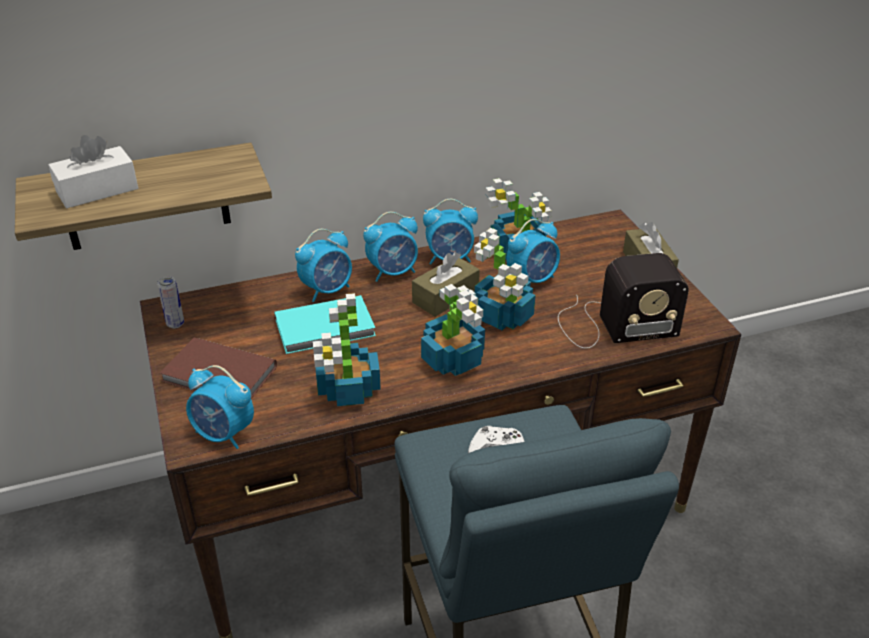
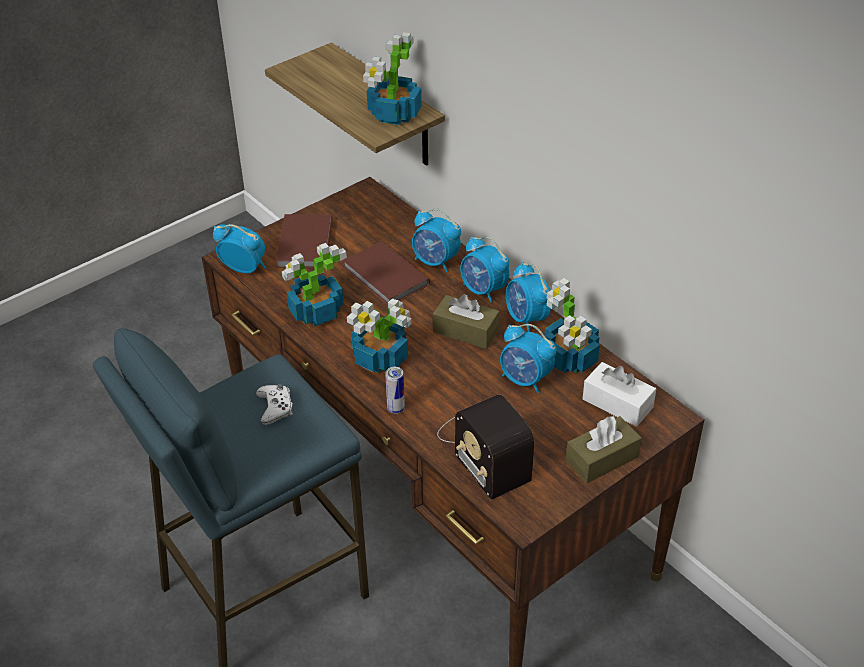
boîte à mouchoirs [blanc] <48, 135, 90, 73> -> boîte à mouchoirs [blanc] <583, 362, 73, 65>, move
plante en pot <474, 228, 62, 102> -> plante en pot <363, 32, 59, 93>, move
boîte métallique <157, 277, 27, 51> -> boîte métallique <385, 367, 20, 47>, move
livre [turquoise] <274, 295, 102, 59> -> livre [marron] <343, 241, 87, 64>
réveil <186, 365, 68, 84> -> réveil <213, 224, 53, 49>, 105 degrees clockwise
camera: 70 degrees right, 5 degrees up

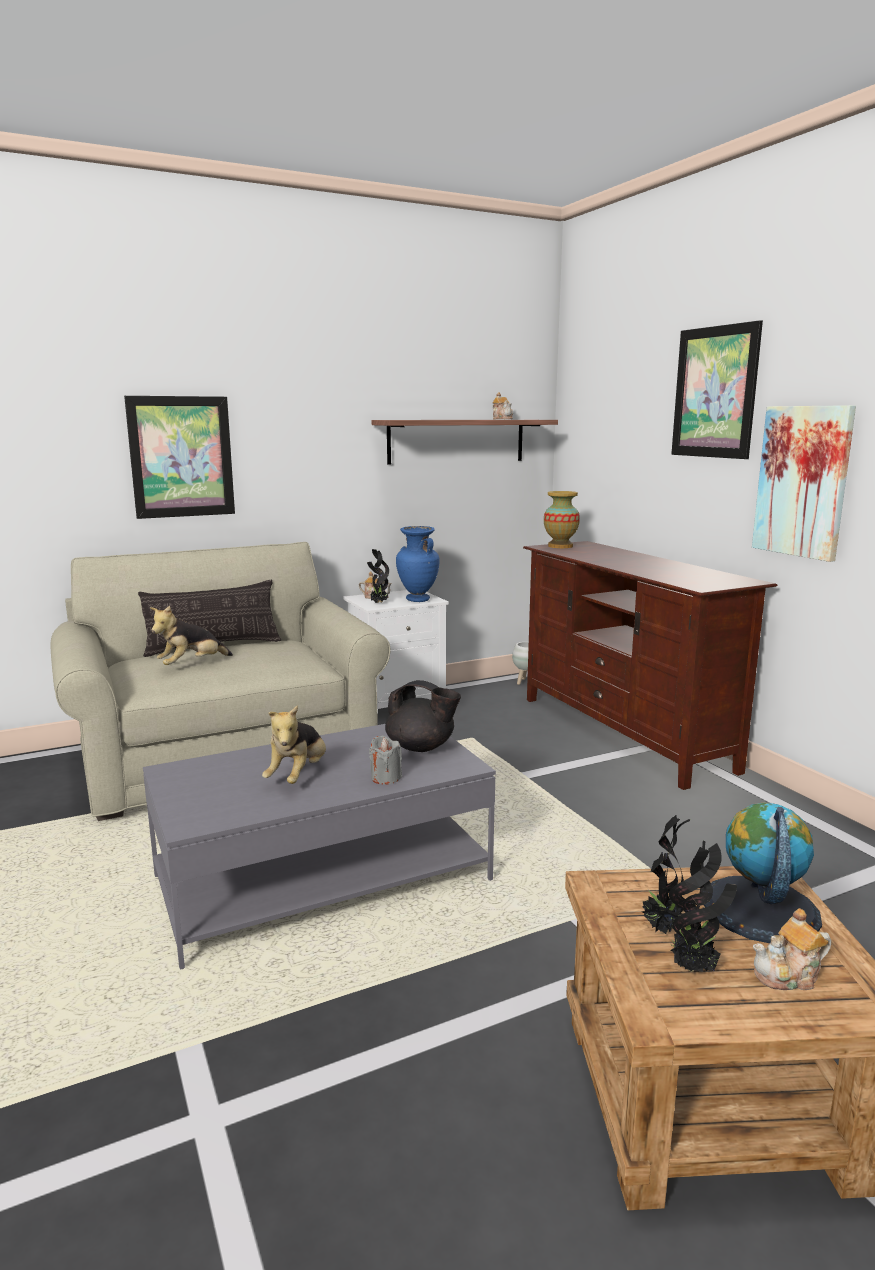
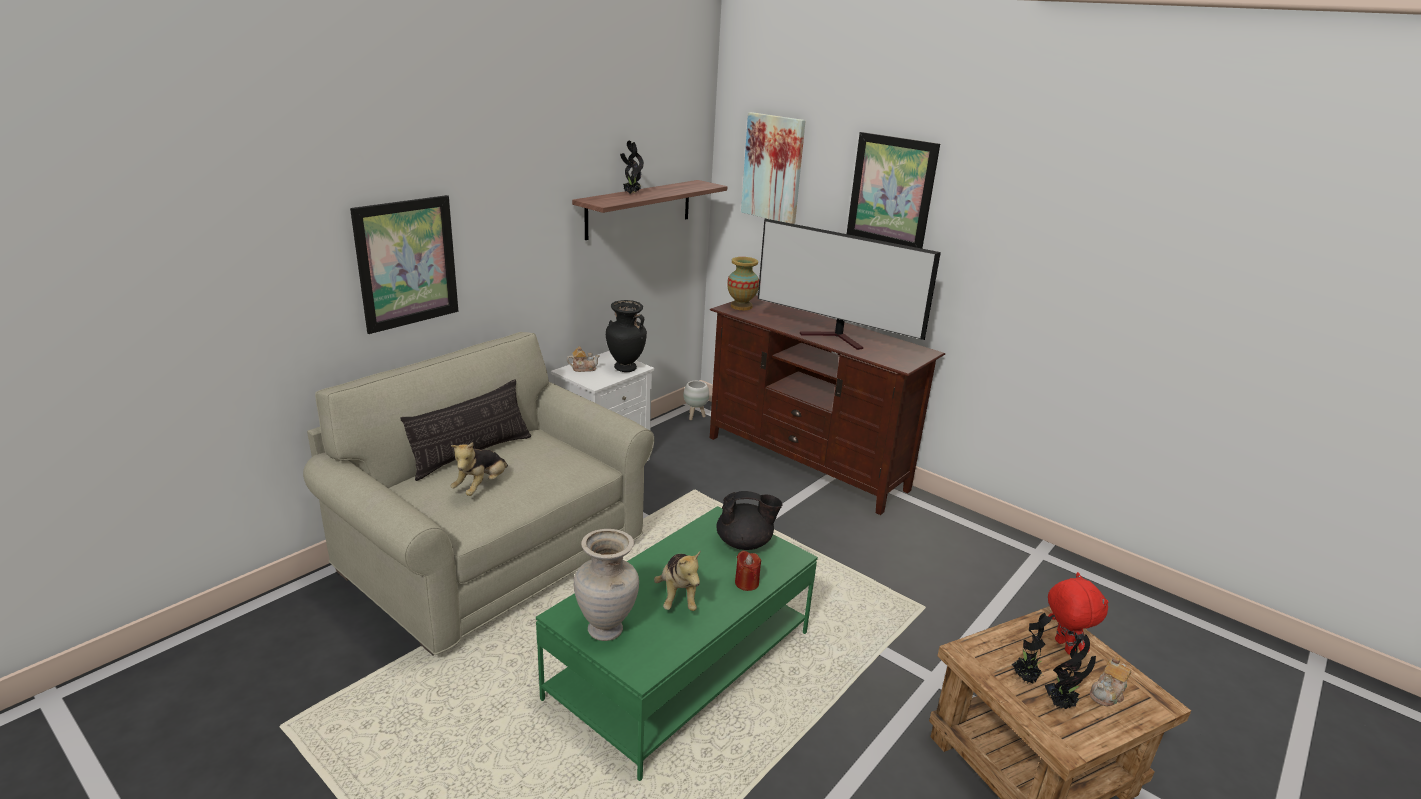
théière <492, 392, 21, 27> -> none
tableau <752, 405, 104, 157> -> tableau <741, 112, 65, 112>, move
vase [bleu] <396, 526, 44, 76> -> vase [noir] <606, 300, 41, 72>
plante en pot <367, 549, 22, 54> -> plante en pot <620, 140, 24, 54>, move
table basse [gris] <143, 724, 353, 245> -> table basse [vert] <536, 506, 282, 275>
bougie [gris] <369, 736, 33, 48> -> bougie [rouge] <735, 551, 26, 40>
globe <704, 802, 118, 141> -> peluche [rouge] <1048, 572, 60, 83>
none -> téléviseur <758, 218, 183, 132>
none -> vase [beige] <574, 529, 65, 112>
camera: 25 degrees left, 10 degrees up

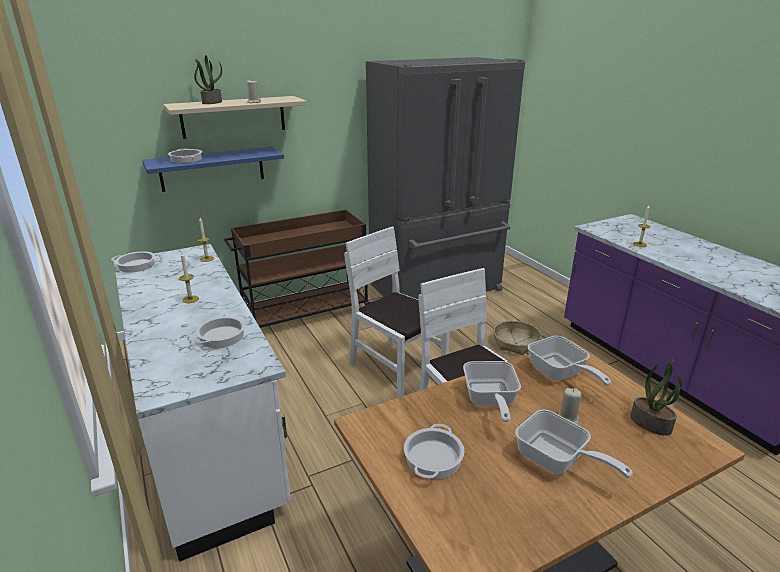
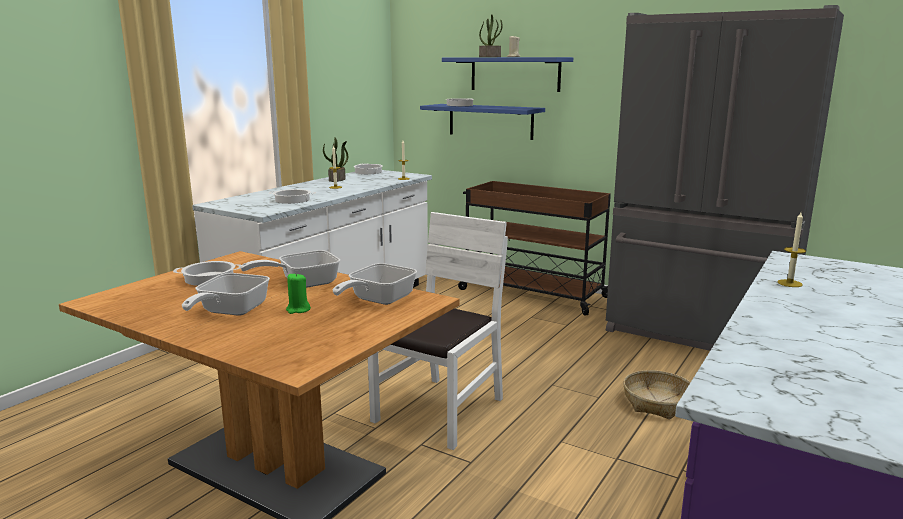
étagère [beige] <163, 96, 144, 43> -> étagère [bleu] <442, 57, 131, 35>
chaise [blanc] <344, 226, 106, 172> -> none
plante en pot <630, 359, 53, 77> -> plante en pot <323, 137, 25, 45>, move
bougie [beige] <558, 388, 24, 37> -> bougie [vert] <286, 273, 25, 41>
camera: 60 degrees right, 10 degrees down

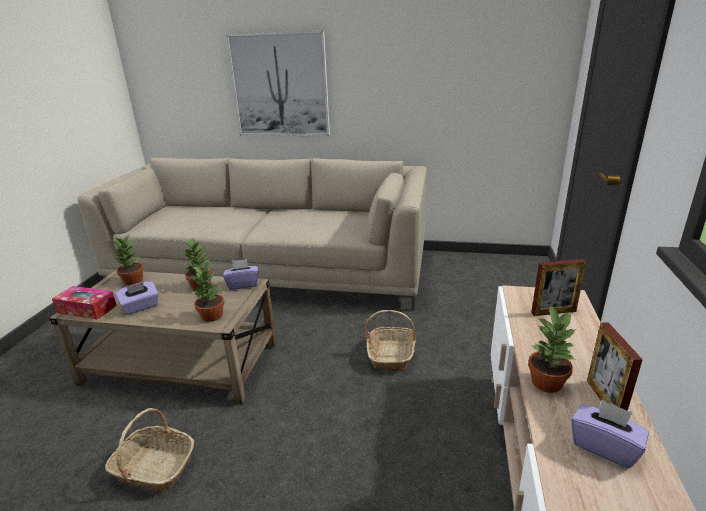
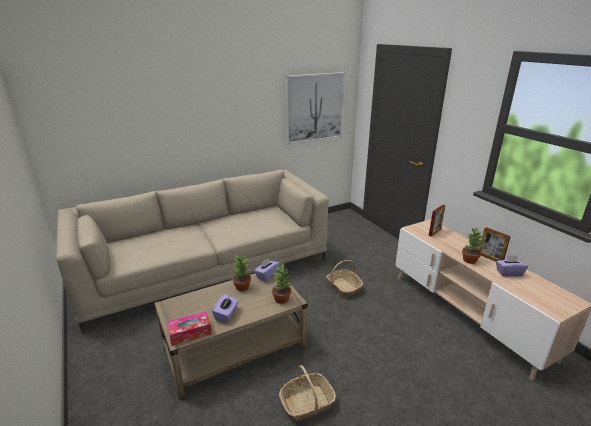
tableau <226, 30, 104, 106> -> tableau <286, 72, 59, 73>, move
plante en pot <112, 235, 32, 51> -> none
camera: 40 degrees left, 0 degrees up

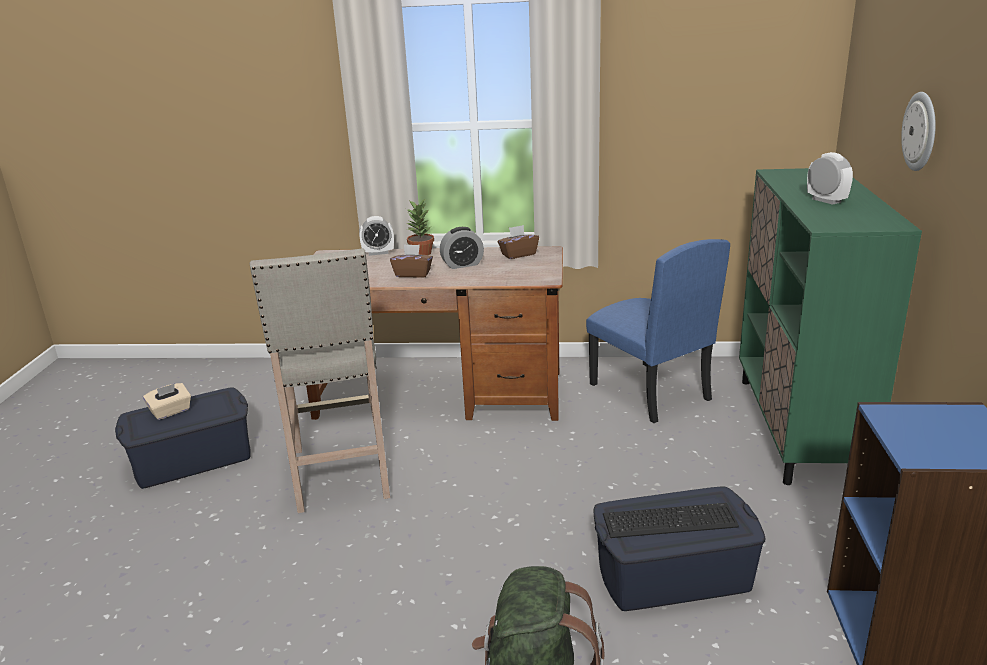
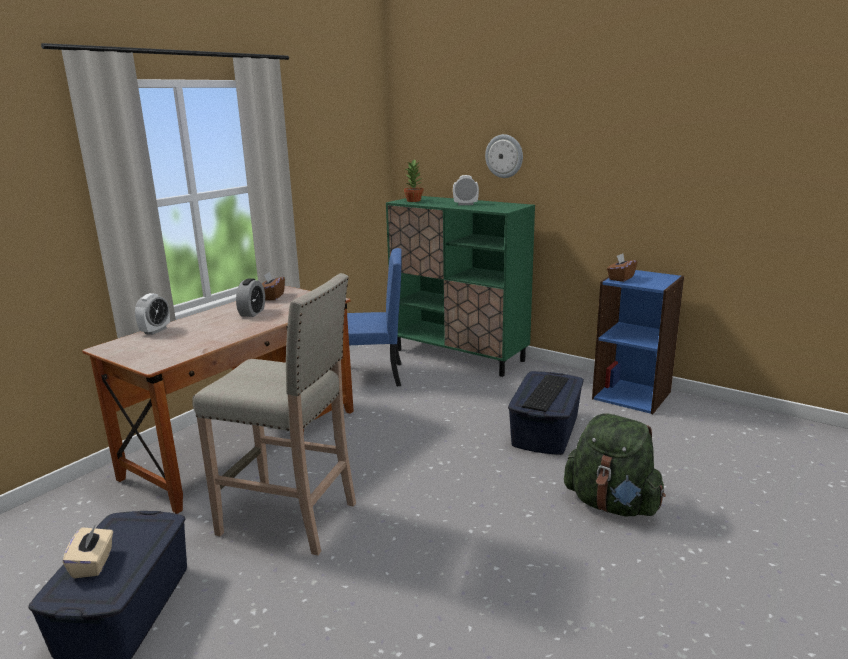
plante en pot <406, 199, 28, 56> -> plante en pot <404, 160, 19, 42>, move
boîte à mouchoirs [marron] <390, 244, 43, 34> -> boîte à mouchoirs [marron] <607, 254, 30, 28>, move
camera: 60 degrees left, 5 degrees down

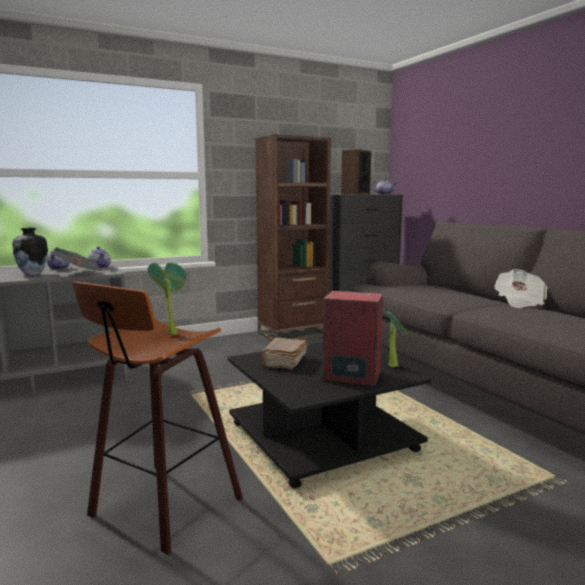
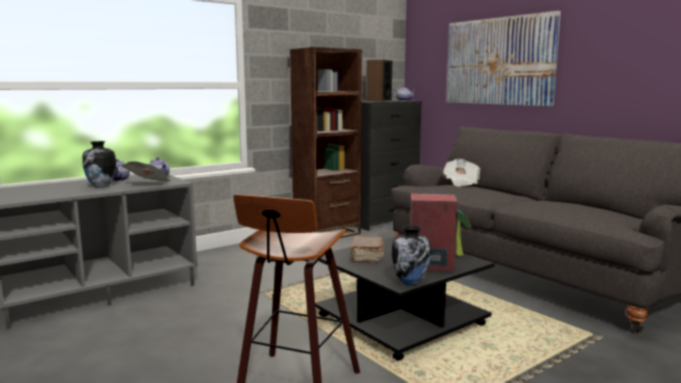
plante en pot <147, 262, 39, 73> -> none
journal <494, 269, 53, 39> -> journal <443, 159, 37, 28>, move
none -> tableau <446, 11, 115, 95>
none -> vase <392, 225, 39, 61>
camera: 10 degrees left, 0 degrees up

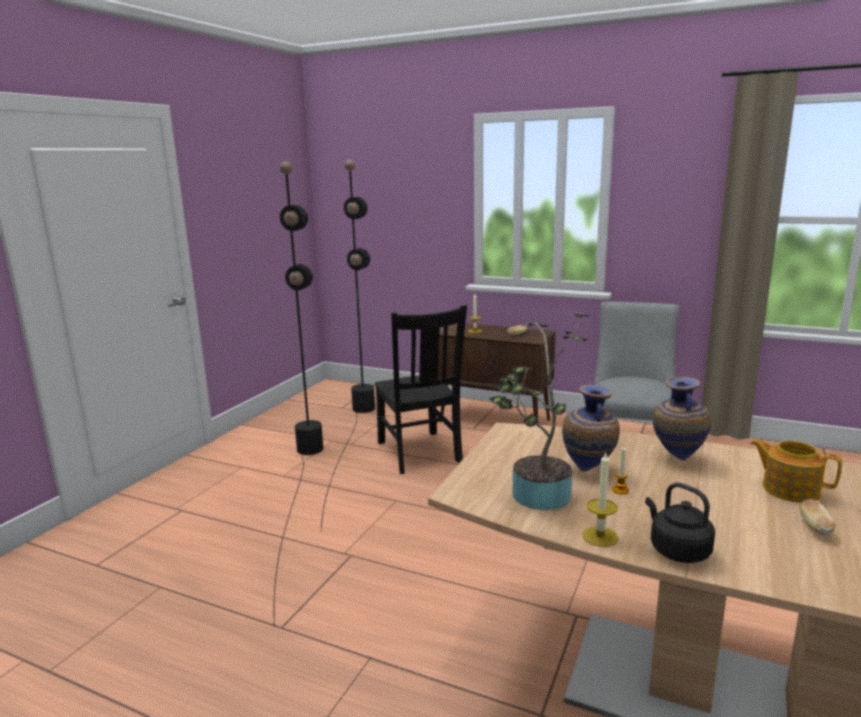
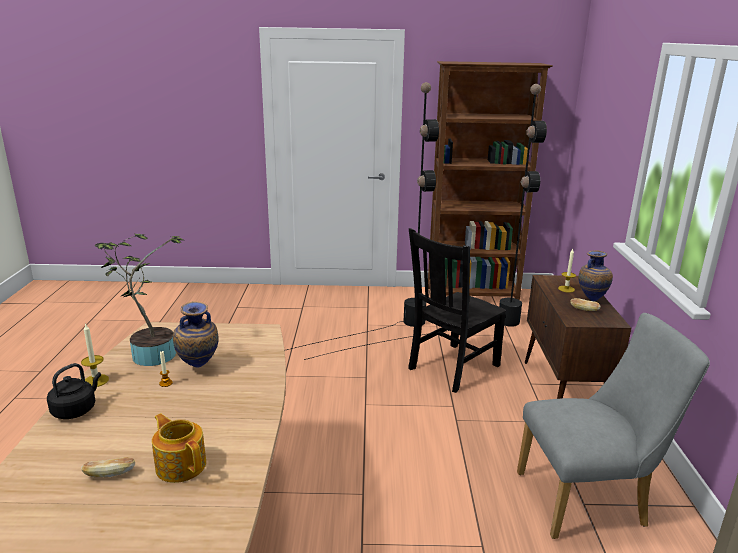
vase <653, 377, 58, 84> -> vase <578, 250, 35, 52>, move
théière <750, 439, 92, 64> -> théière <152, 413, 54, 70>, 60 degrees counterclockwise
none -> bibliothèque [marron] <428, 61, 125, 239>
camera: 65 degrees right, 5 degrees up

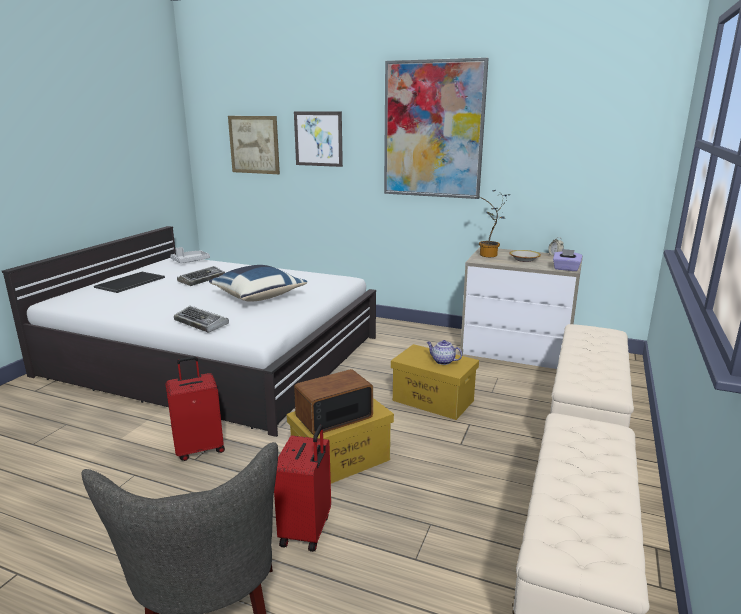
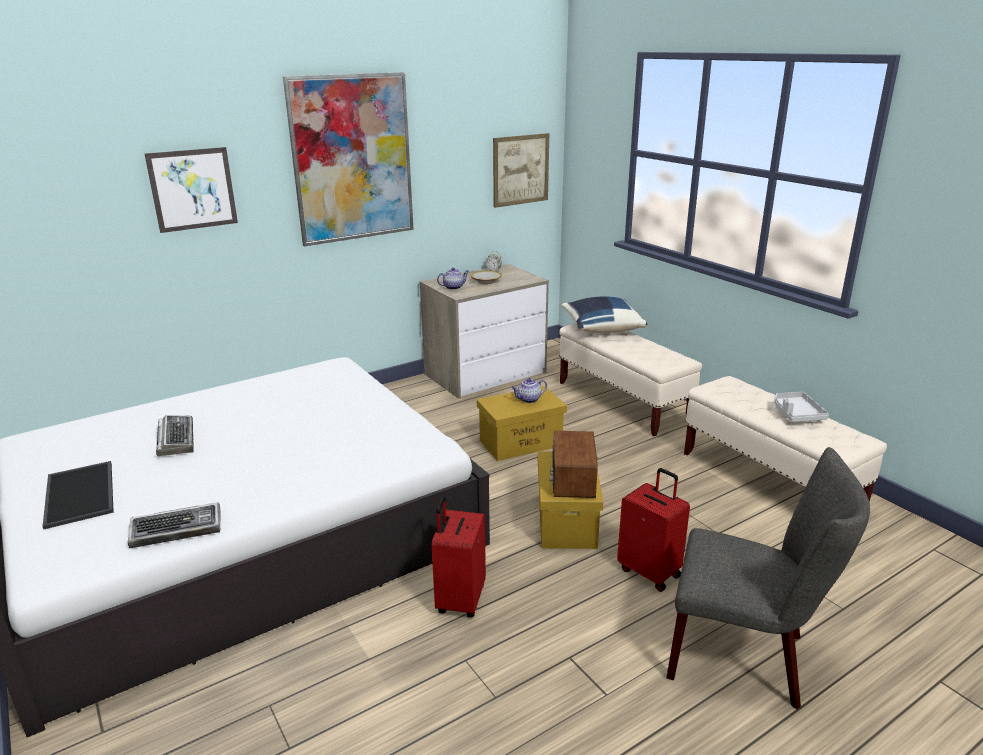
tableau <228, 116, 52, 58> -> tableau <493, 133, 56, 75>, move
plante en pot <475, 190, 36, 67> -> théière <437, 267, 32, 23>
plateau [gris] <170, 247, 40, 16> -> plateau [gris] <774, 392, 55, 30>, move
boîte à mouchoirs [violet] <553, 249, 29, 22> -> none
coussin [bleu] <209, 265, 98, 37> -> coussin [bleu] <562, 296, 86, 37>, move
clavier <174, 306, 55, 27> -> clavier <128, 502, 92, 46>, move
camera: 55 degrees left, 5 degrees up

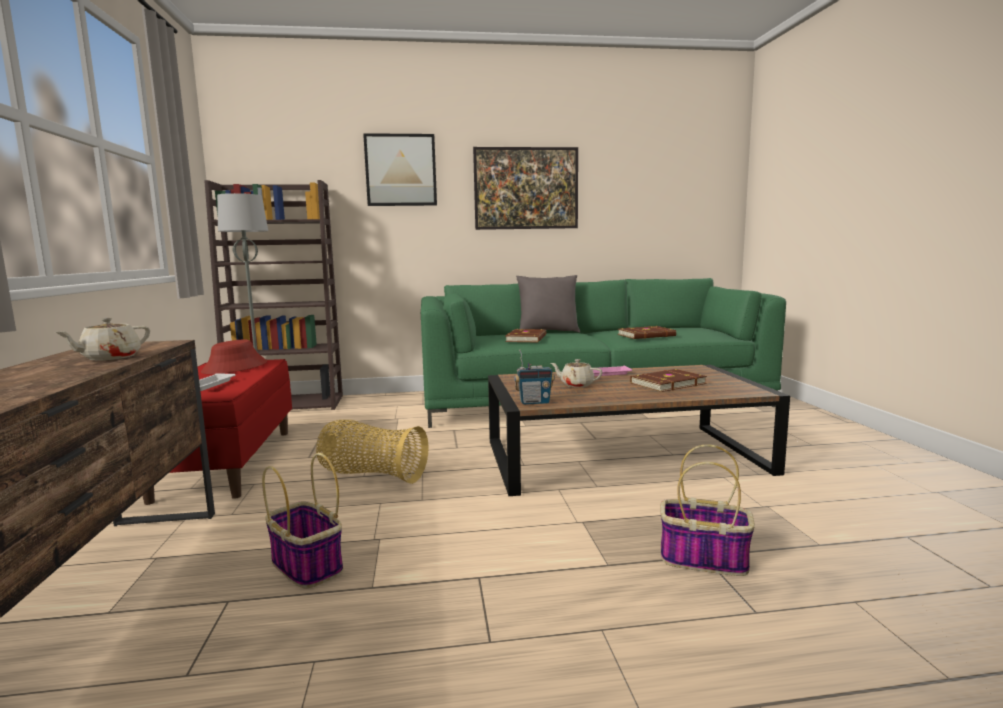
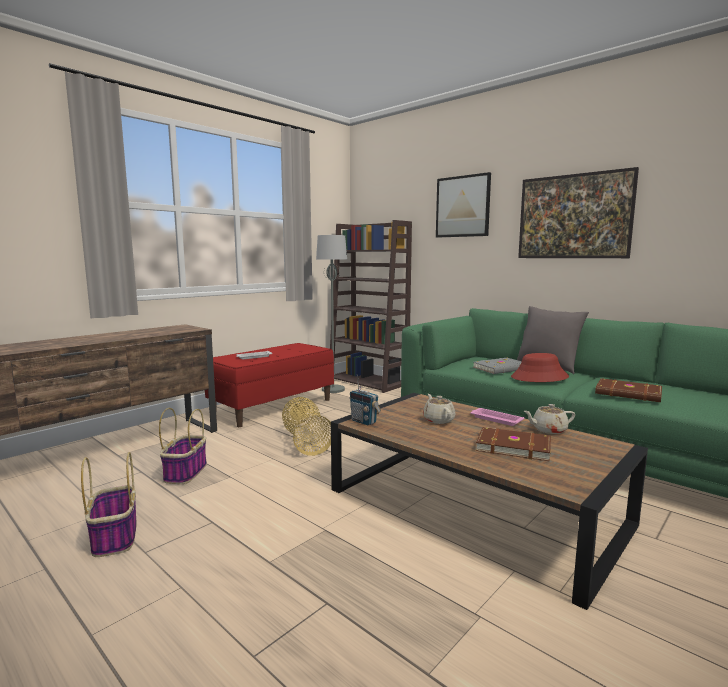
théière [beige] <55, 318, 95, 43> -> théière [beige] <524, 404, 51, 30>, move
livre [marron] <505, 329, 41, 14> -> livre [gris] <473, 358, 49, 16>
chapeau [rouge] <201, 340, 66, 34> -> chapeau [rouge] <511, 353, 58, 29>, move
panier <660, 444, 95, 132> -> panier <81, 452, 56, 105>, move
camera: 50 degrees right, 0 degrees up

